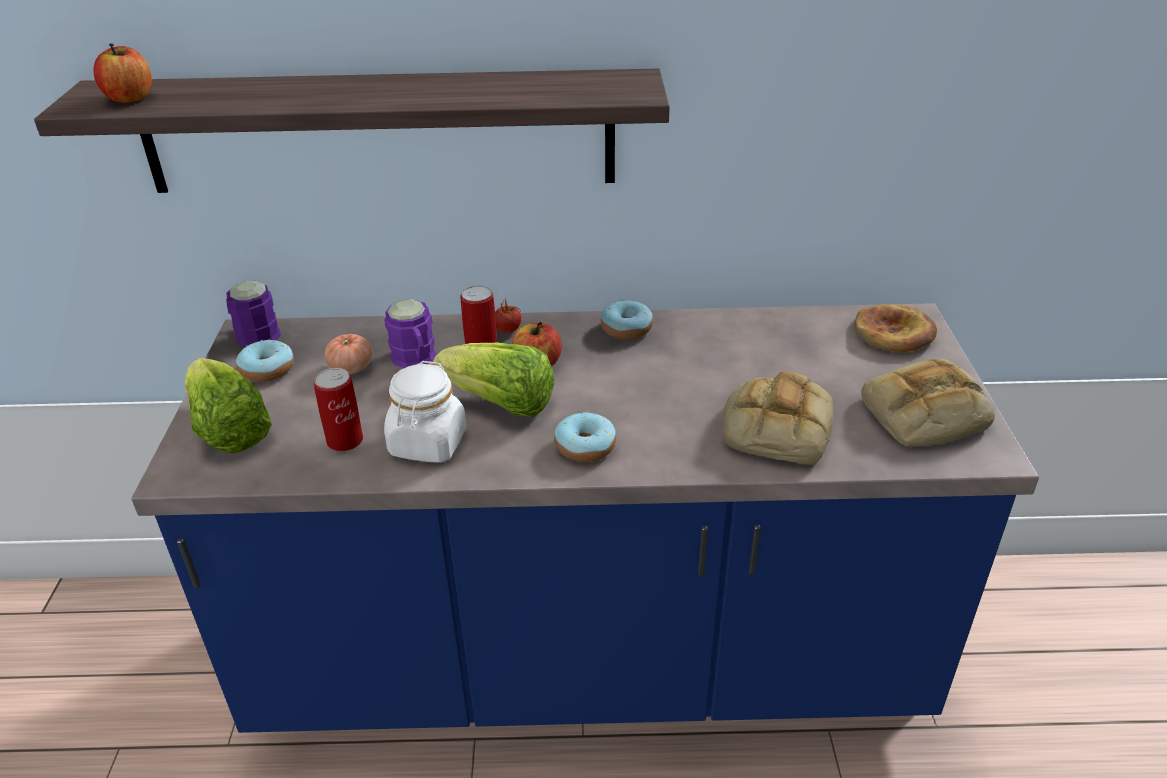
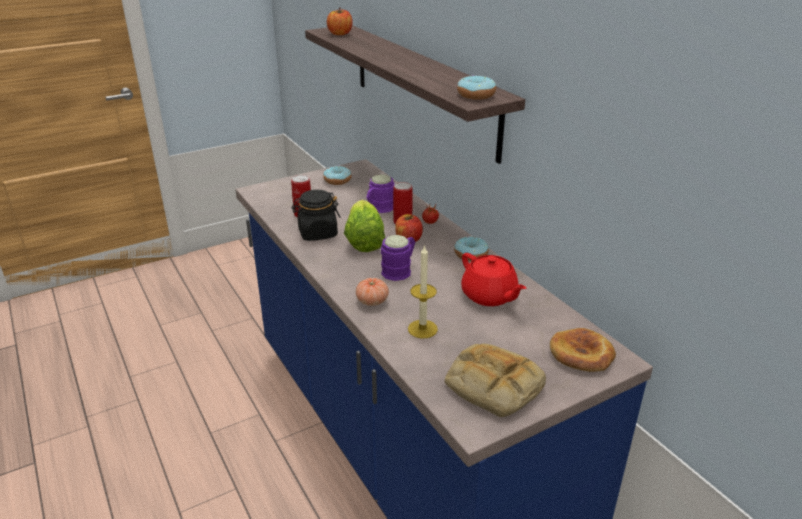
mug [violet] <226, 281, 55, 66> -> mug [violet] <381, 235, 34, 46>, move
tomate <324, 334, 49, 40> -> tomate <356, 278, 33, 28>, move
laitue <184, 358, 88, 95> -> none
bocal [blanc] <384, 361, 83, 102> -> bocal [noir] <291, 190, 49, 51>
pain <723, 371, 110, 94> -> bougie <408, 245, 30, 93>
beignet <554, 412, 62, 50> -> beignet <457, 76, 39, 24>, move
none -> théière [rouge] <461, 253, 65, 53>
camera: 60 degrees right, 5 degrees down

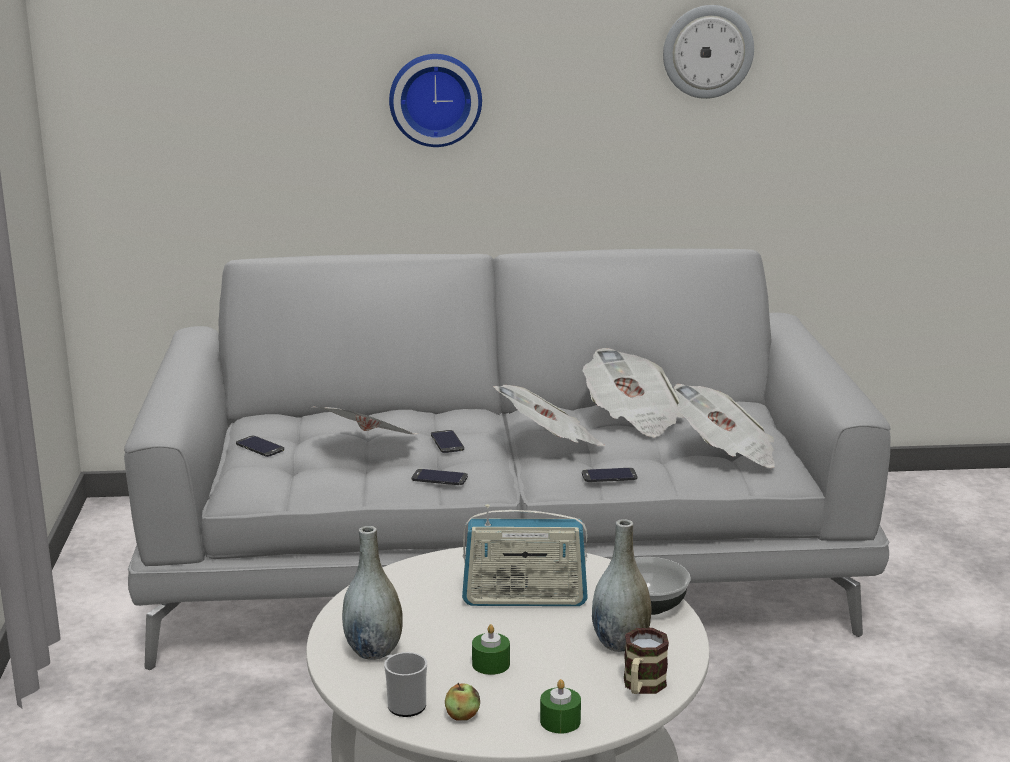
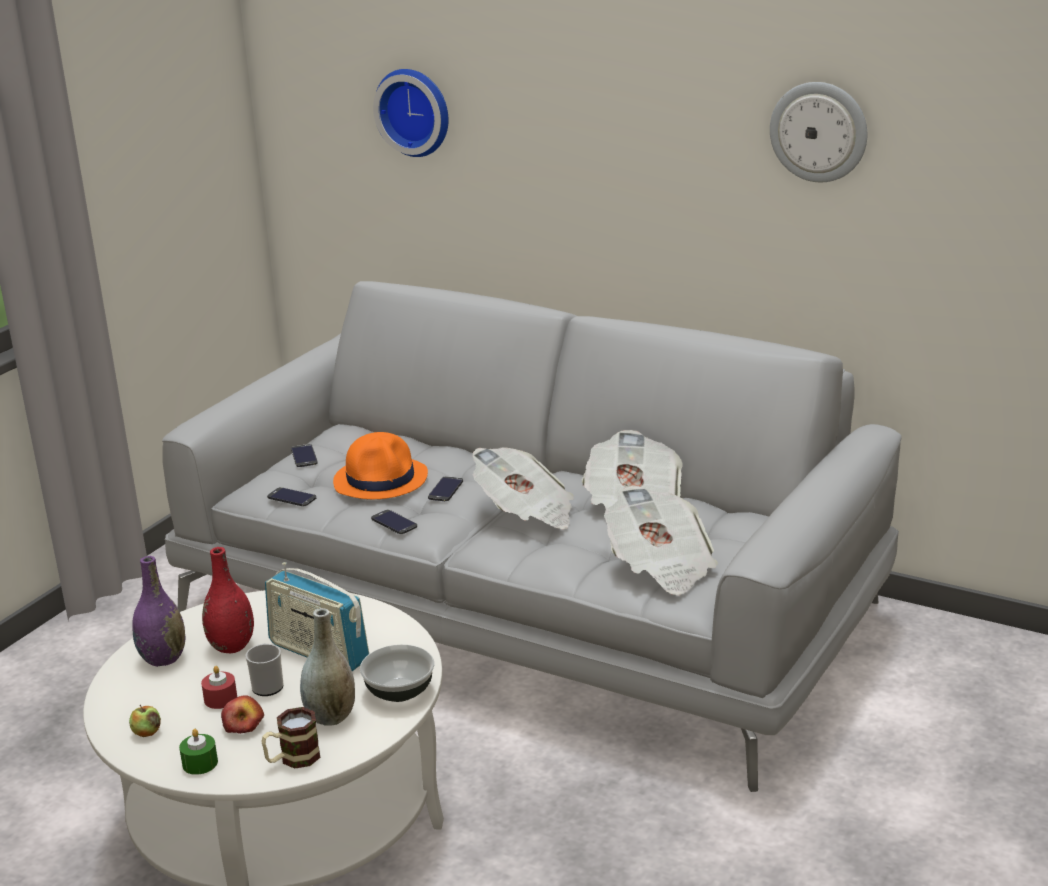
horloge murale <389, 54, 93, 93> -> horloge murale <373, 69, 75, 88>, move
journal <319, 407, 99, 27> -> chapeau [orange] <333, 432, 95, 67>
téléphone <582, 468, 56, 14> -> téléphone <267, 487, 49, 19>, move
vase [gris] <342, 526, 61, 134> -> vase [violet] <132, 556, 53, 111>
bougie [vert] <472, 624, 38, 51> -> bougie [rouge] <201, 666, 36, 43>
mug <384, 652, 43, 65> -> mug <245, 643, 39, 53>, move
none -> vase [rouge] <202, 547, 52, 106>
none -> pomme <221, 695, 43, 39>
camera: 35 degrees right, 5 degrees up

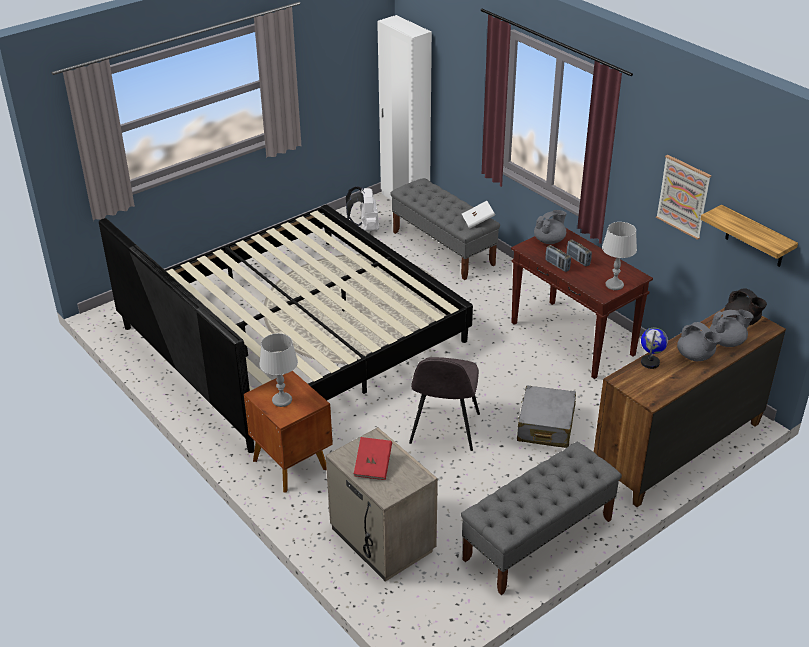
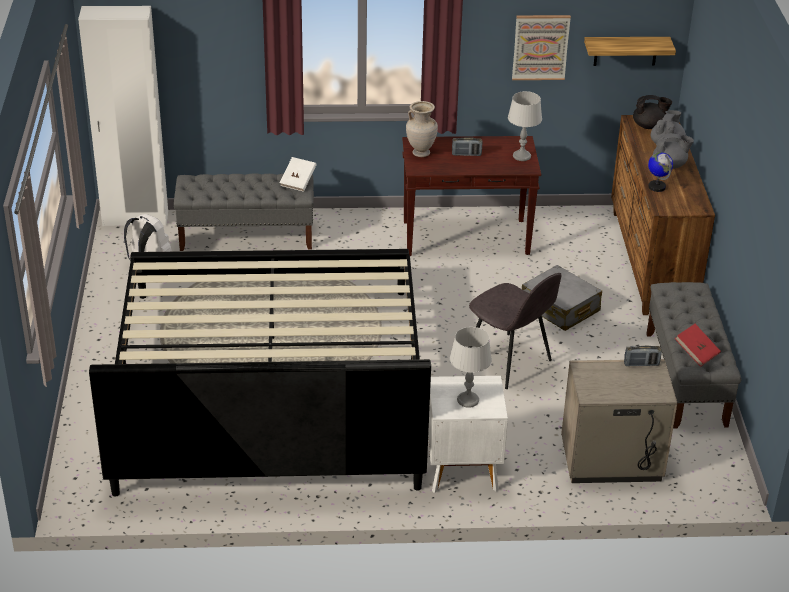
théière [gris] <534, 210, 33, 34> -> vase [beige] <406, 101, 32, 56>
radio <545, 245, 26, 27> -> radio <624, 346, 38, 20>, move
table de chevet [marron] <244, 371, 89, 122> -> table de chevet [blanc] <428, 376, 80, 117>
livre [rouge] <354, 437, 38, 43> -> livre [rouge] <675, 324, 46, 43>, move
camera: 55 degrees left, 0 degrees up

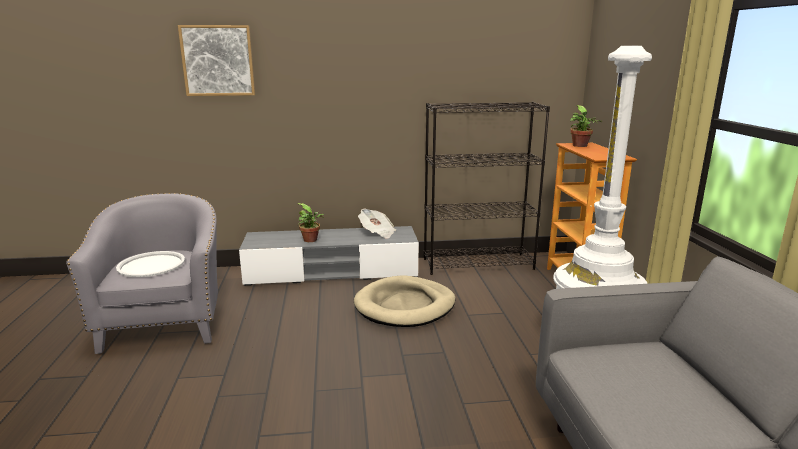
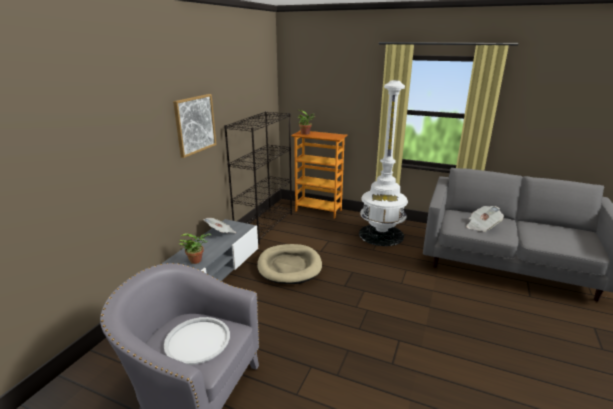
tableau <178, 25, 77, 71> -> tableau <173, 94, 43, 64>, move
none -> journal <466, 206, 38, 26>
camera: 60 degrees left, 5 degrees up

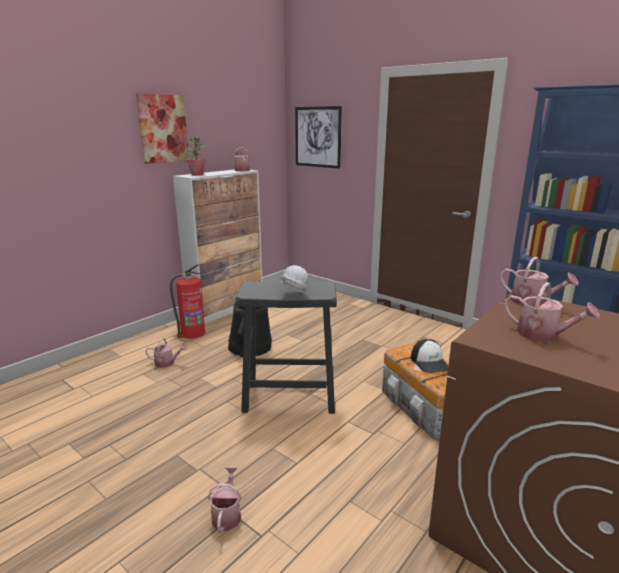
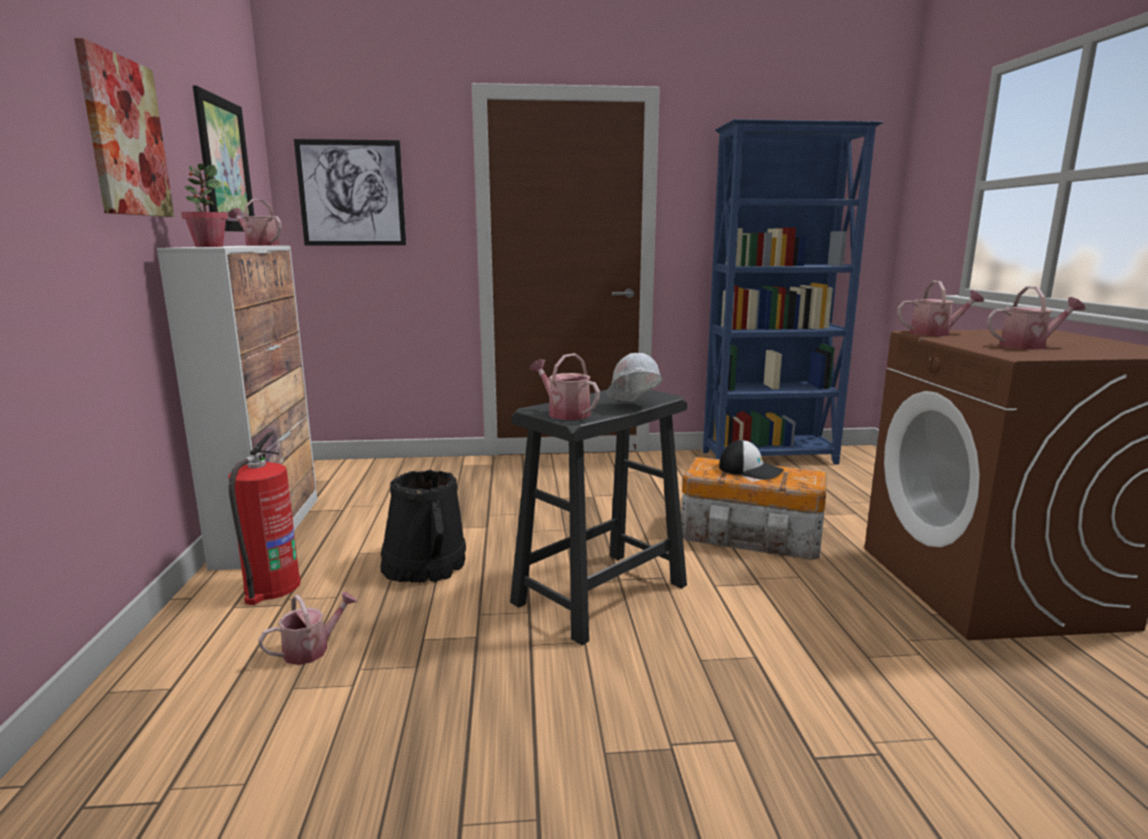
arrosoir <208, 467, 34, 66> -> arrosoir <529, 353, 71, 67>, move
none -> tableau <193, 85, 61, 147>
camera: 45 degrees left, 5 degrees down

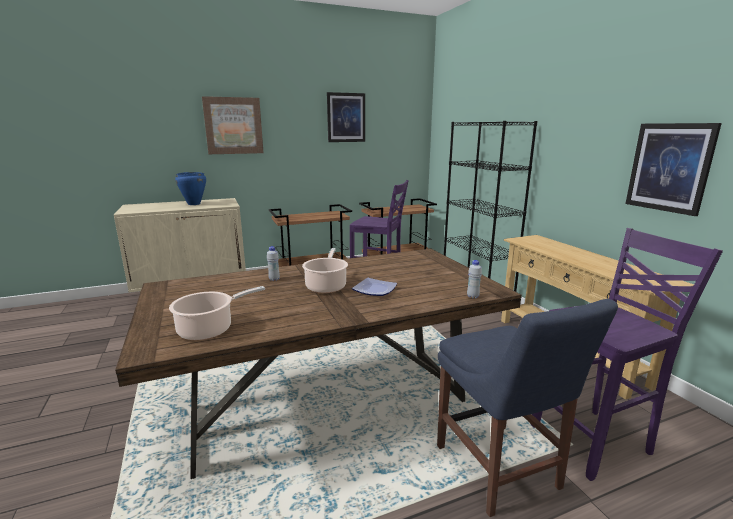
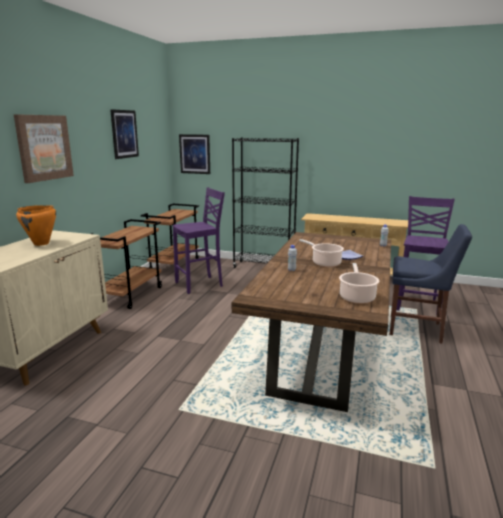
tableau <625, 123, 97, 93> -> tableau <179, 134, 31, 40>, move
marmite [bleu] <175, 172, 31, 33> -> marmite [orange] <16, 205, 40, 41>
camera: 50 degrees left, 0 degrees up

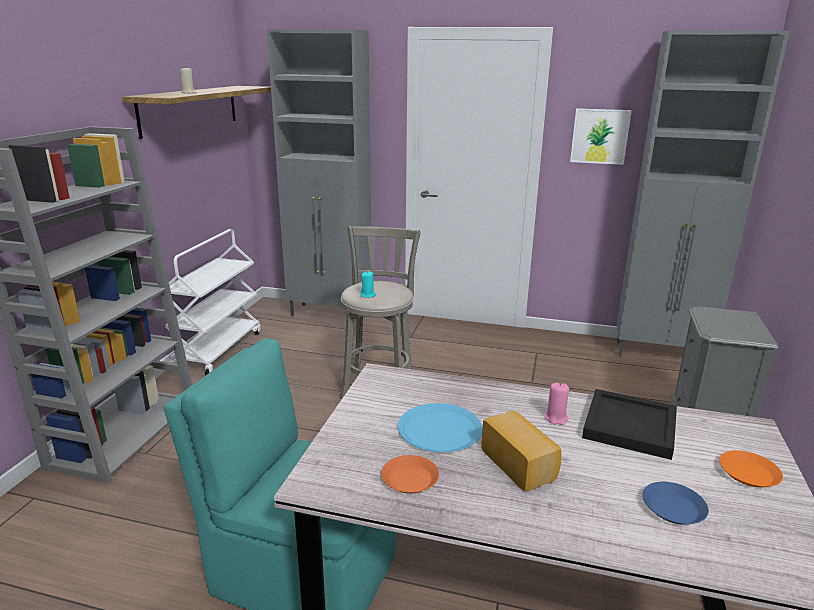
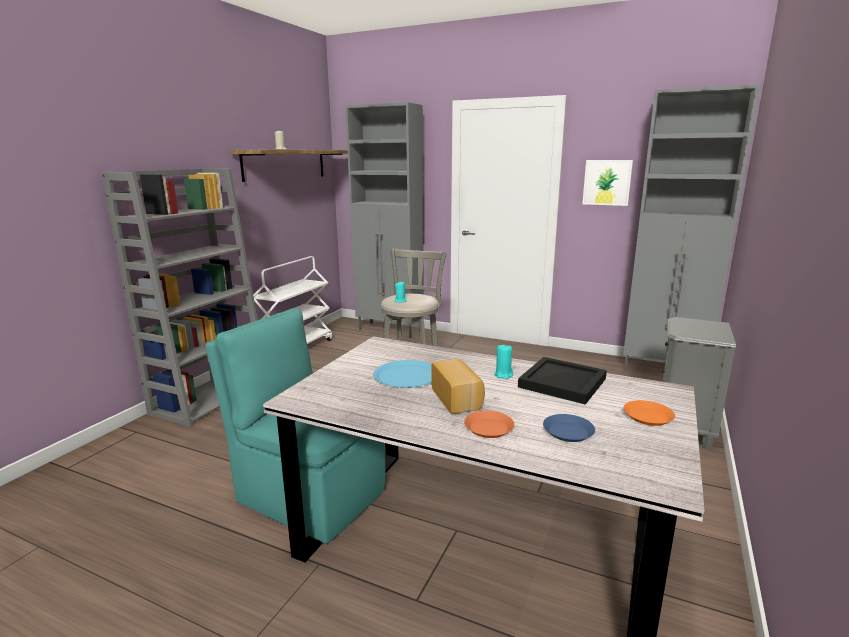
bougie [rose] <544, 383, 25, 42> -> bougie [turquoise] <494, 344, 19, 35>
assiette [orange] <381, 455, 58, 39> -> assiette [orange] <464, 411, 50, 27>, move
camera: 10 degrees right, 5 degrees down

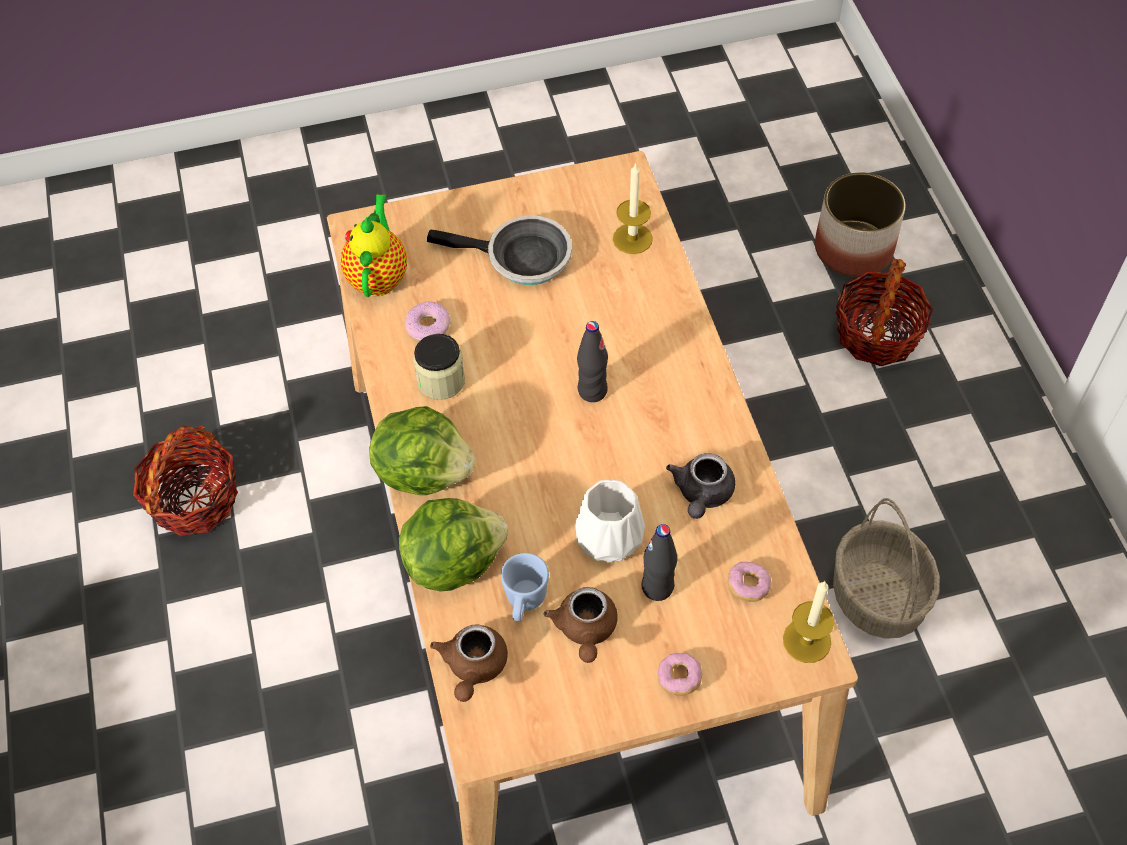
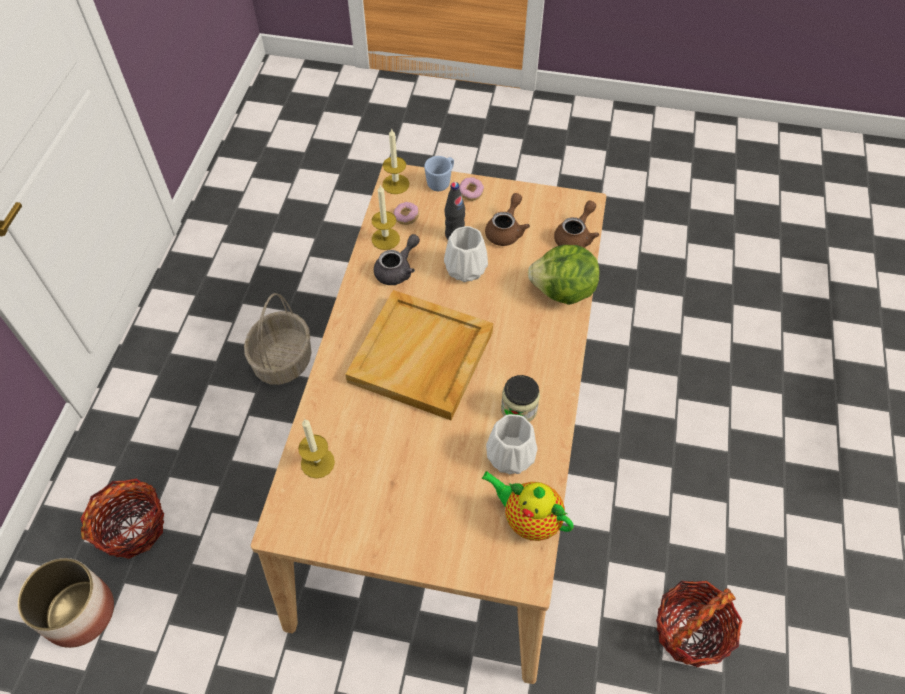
théière <341, 194, 66, 103> -> théière <481, 471, 93, 70>, 90 degrees clockwise
poêle <427, 215, 145, 70> -> none
beignet <405, 302, 46, 39> -> vase [blanc] <486, 414, 51, 60>
bouteille [noir] <577, 321, 31, 81> -> plateau [beige] <345, 290, 148, 130>
laitue <369, 406, 106, 89> -> none
mug [bleu] <501, 553, 48, 69> -> mug [bleu] <424, 156, 30, 35>, move
none -> bougie <372, 184, 28, 66>
camera: 155 degrees left, 0 degrees up

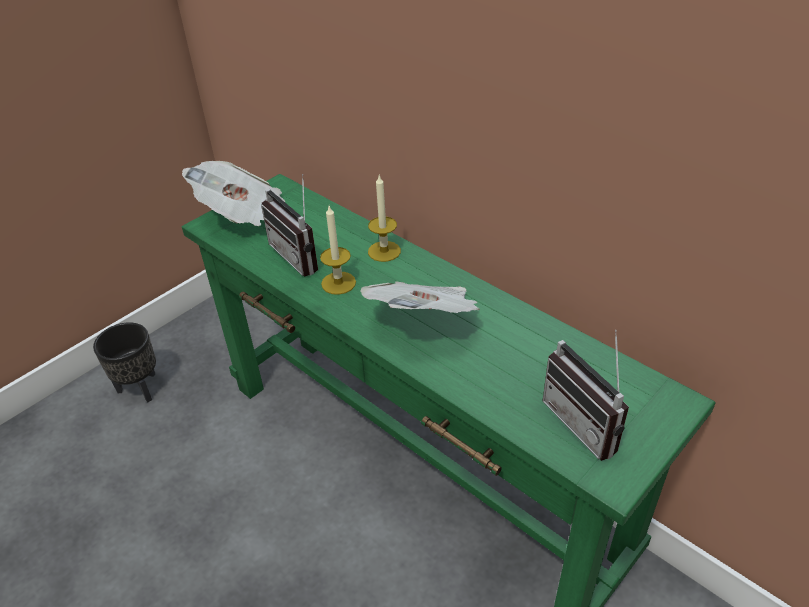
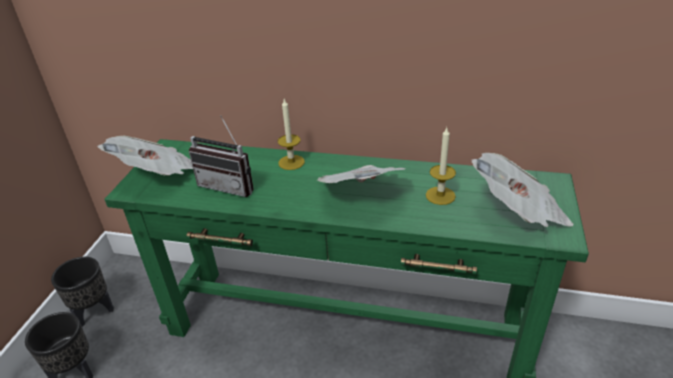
bougie <320, 206, 36, 89> -> bougie <426, 128, 30, 77>, move
radio <542, 330, 87, 131> -> journal <471, 153, 102, 74>
none -> cache-pot [noir] <51, 257, 63, 70>
camera: 30 degrees left, 5 degrees down

